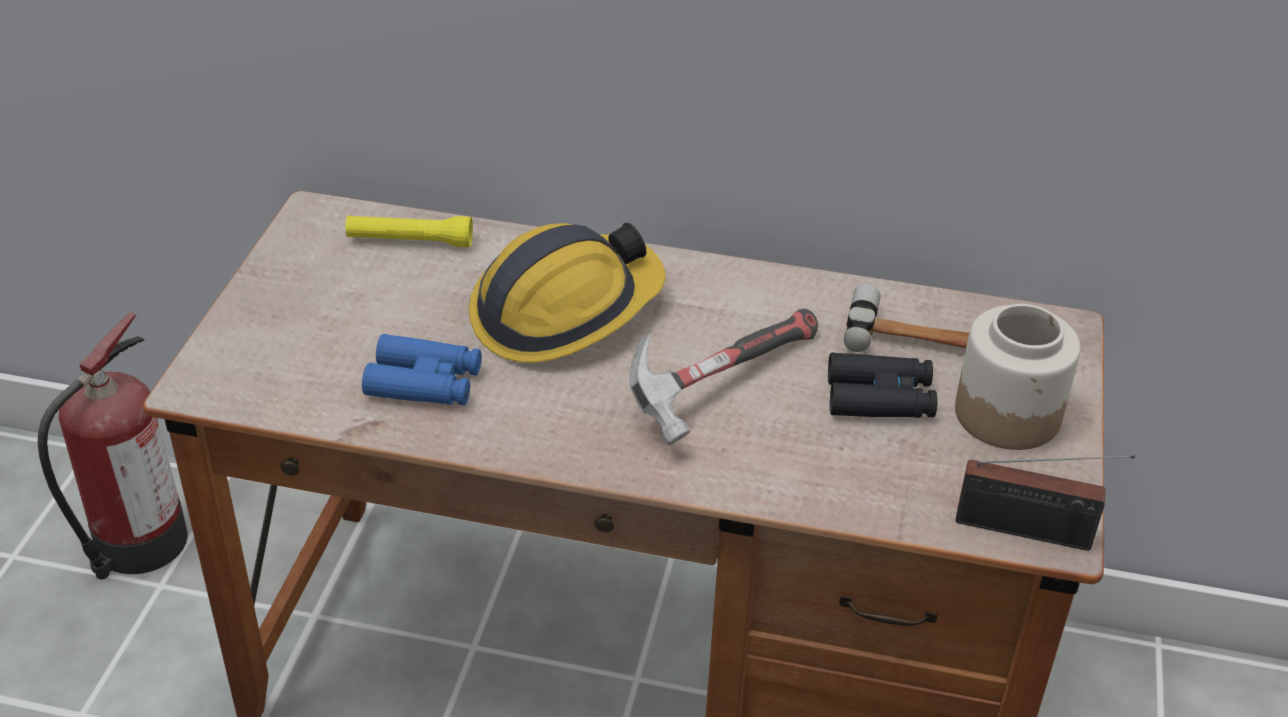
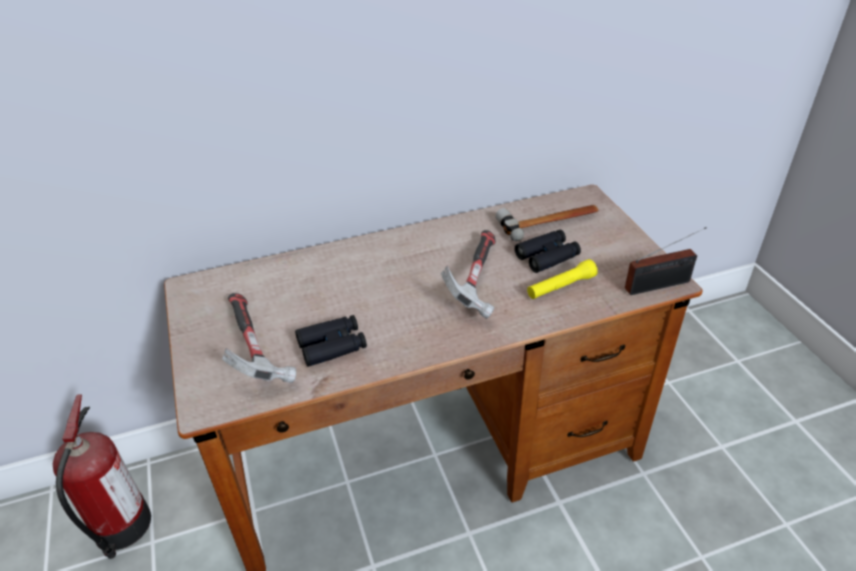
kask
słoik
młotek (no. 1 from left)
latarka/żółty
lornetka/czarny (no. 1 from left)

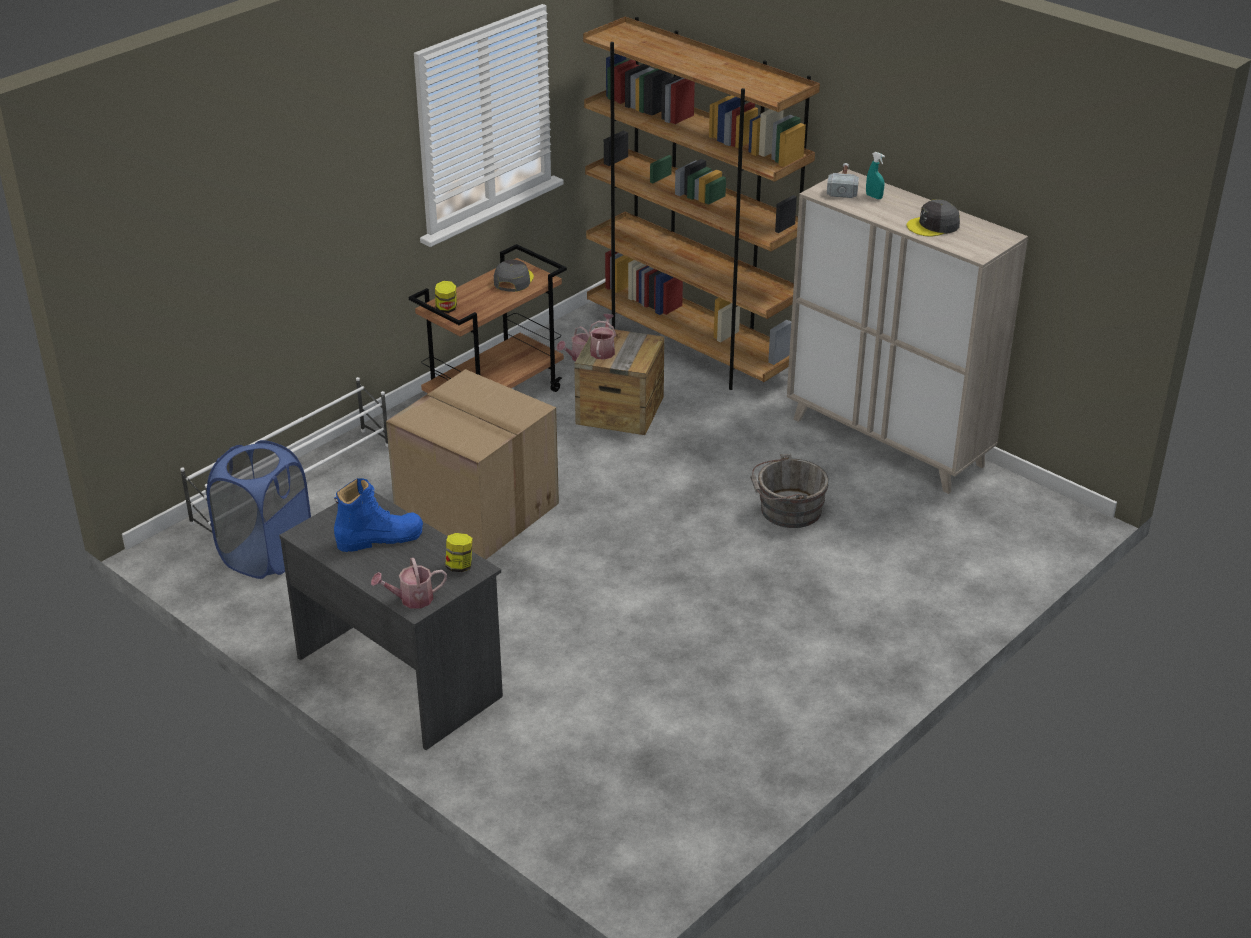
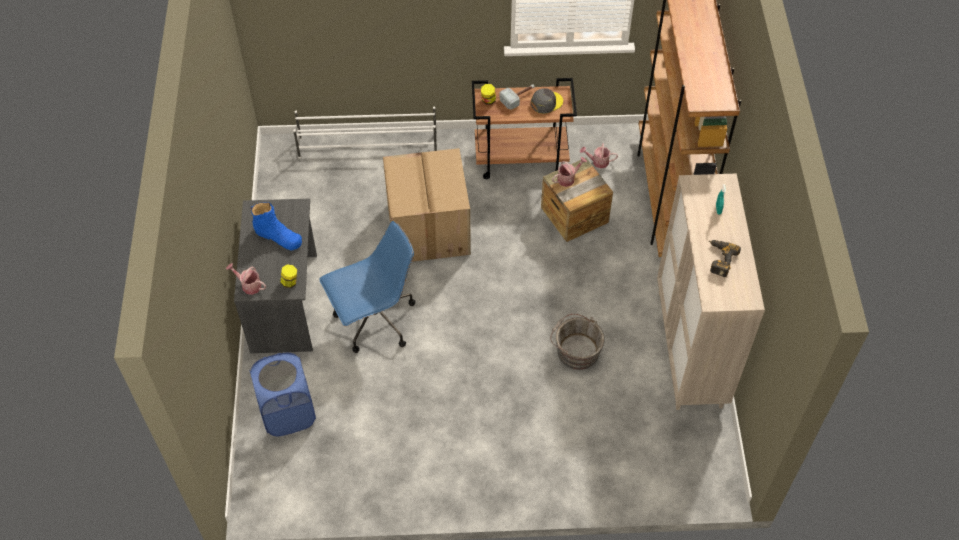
krzesło biurowe/niebieski
kosz na pranie/niebieski
młotek
wiertarka

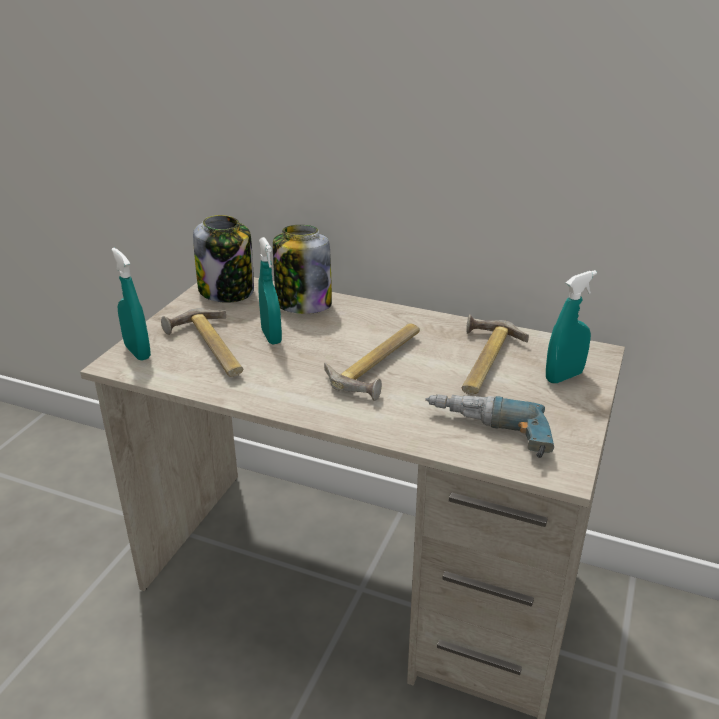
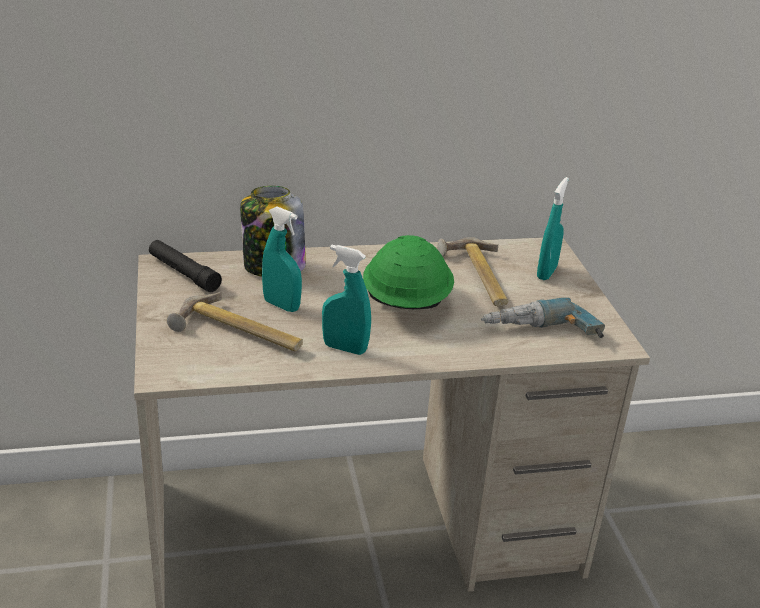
spryskiwacz/turkusowy (no. 2 from left)
latarka/czarny
kask/zielony

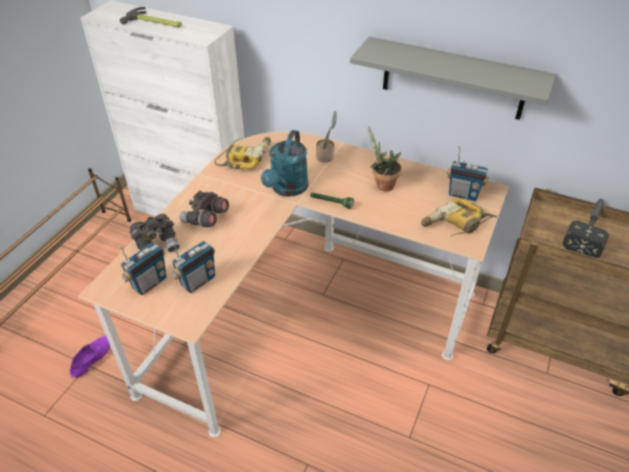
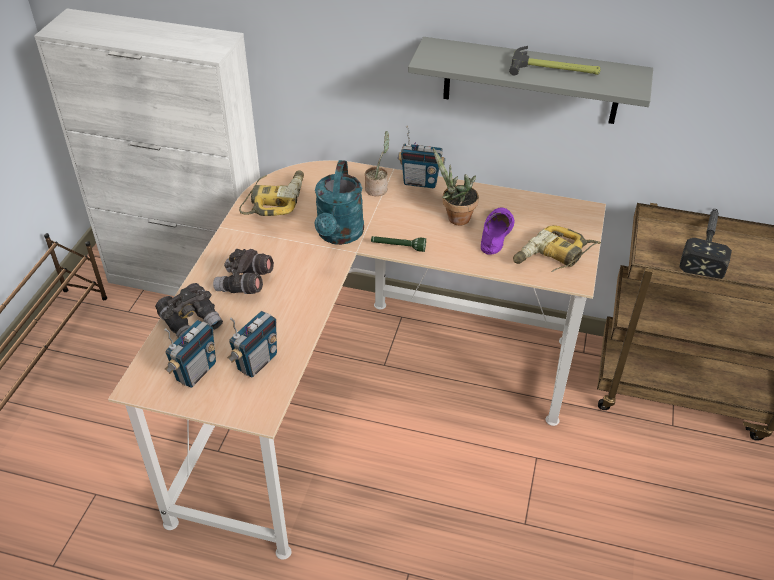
but/fioletowy
młotek (no. 1 from left)
radio (no. 3 from left)

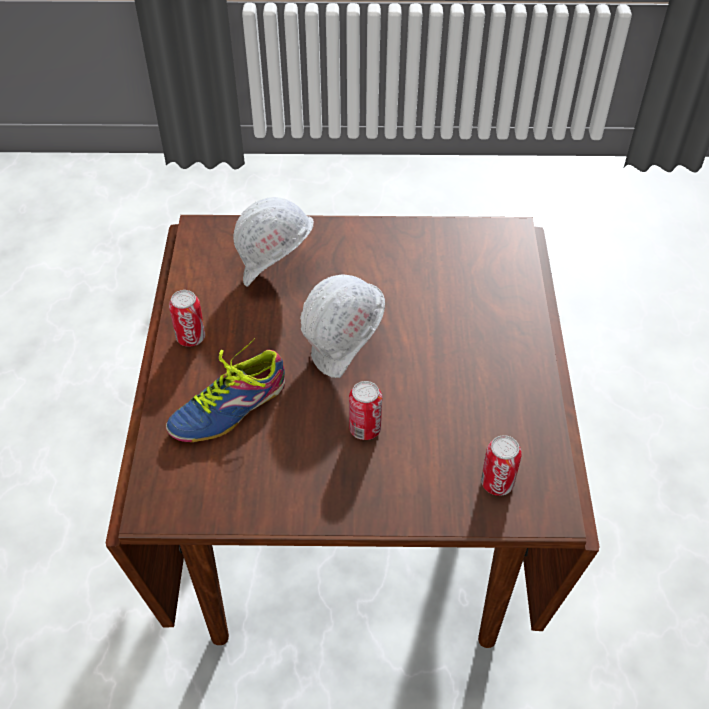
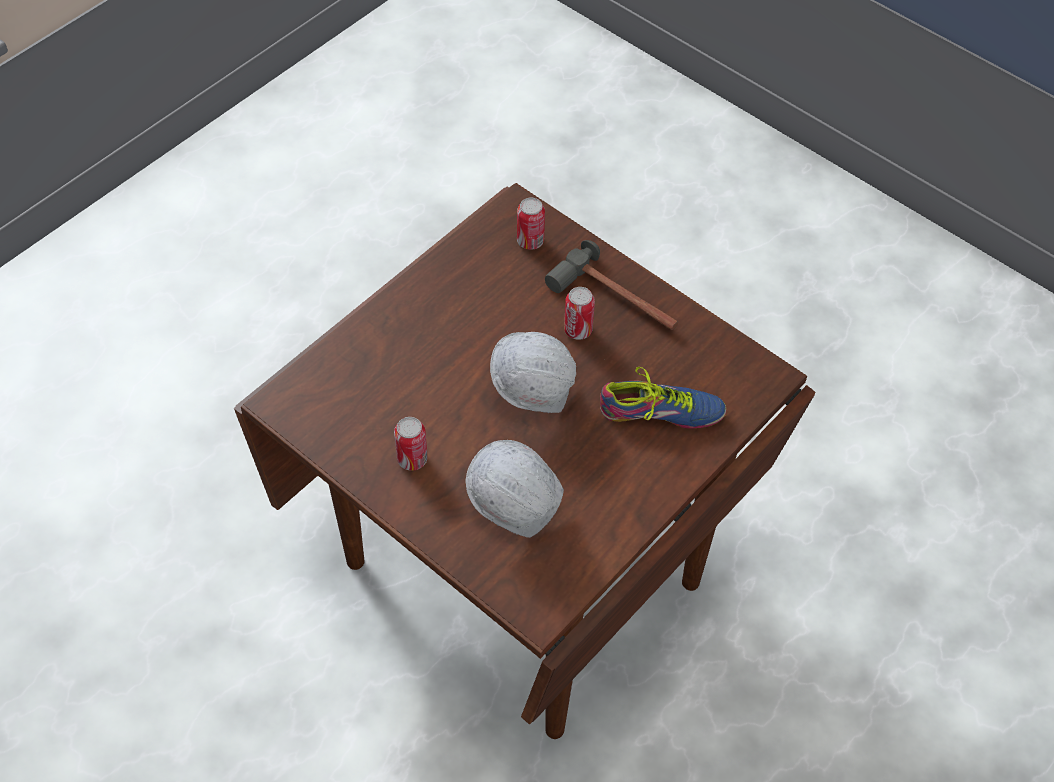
młotek
puszka (no. 1 from left)

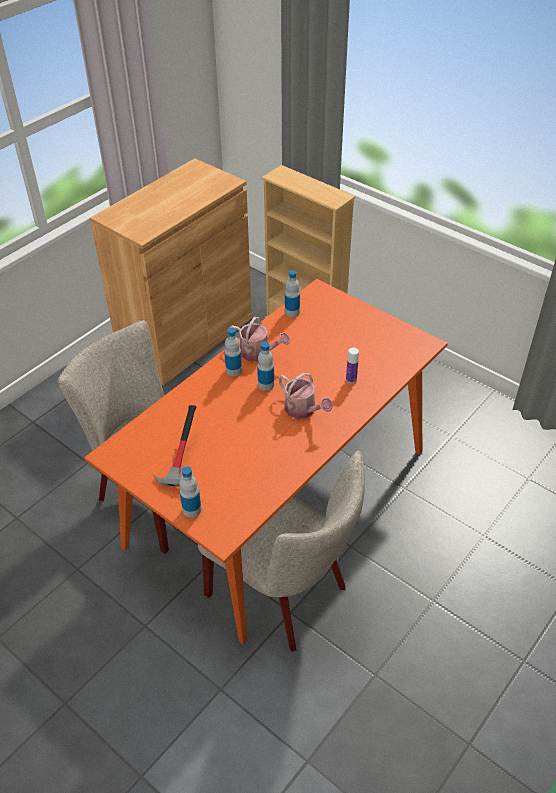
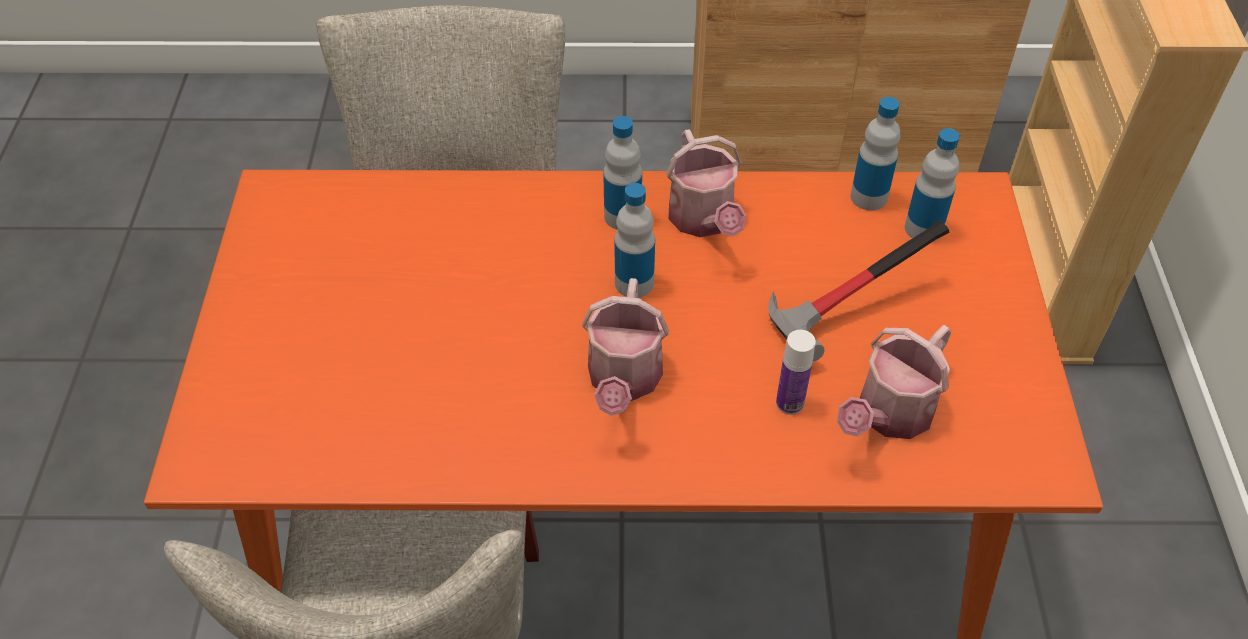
konewka (no. 3 from left)
młotek
butelka (no. 5 from left)

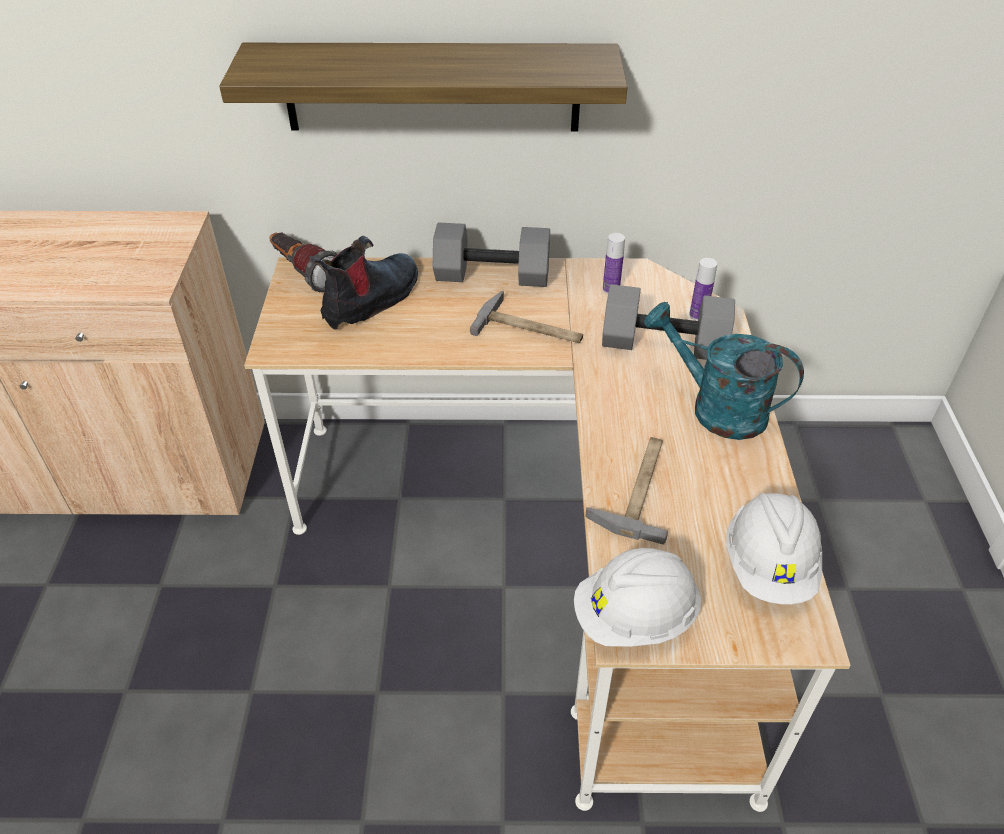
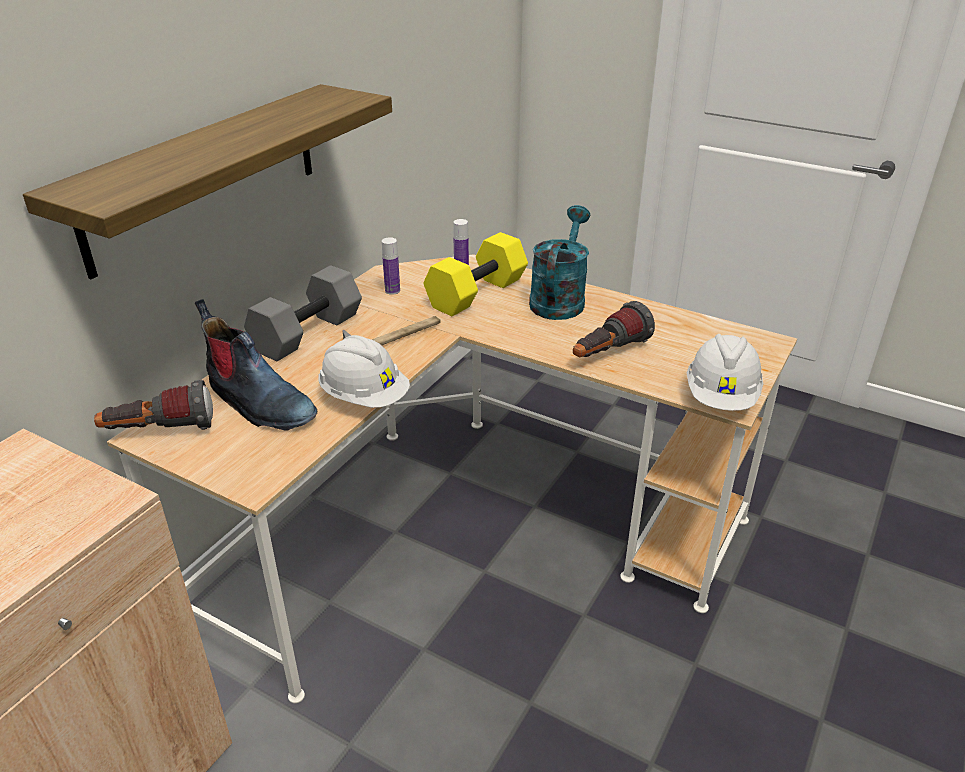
kask/biały (no. 1 from left)
latarka (no. 2 from left)
hantel/żółty
but z cholewką
konewka/turkusowy

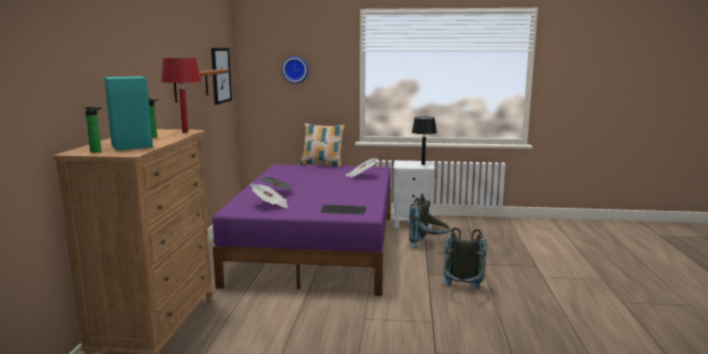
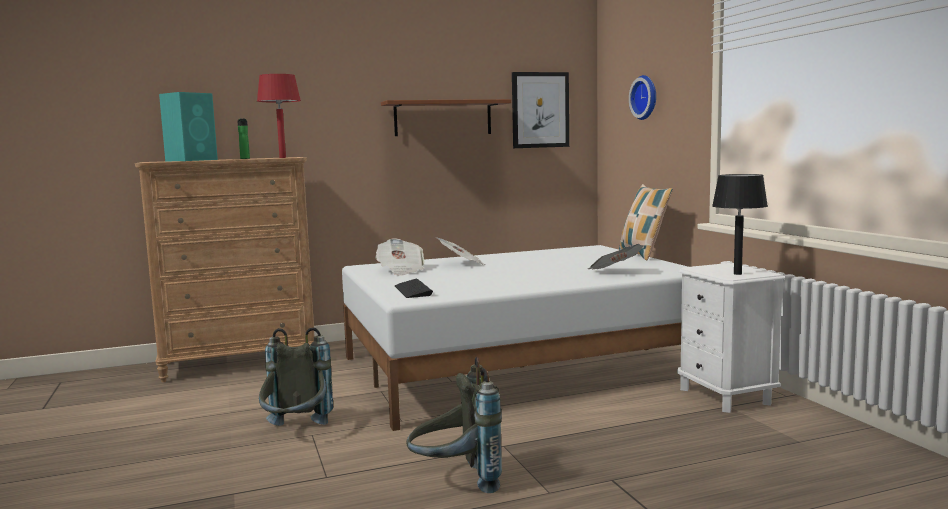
butelka (no. 1 from left in the first image)
plecak/szary (no. 1 from left)
łóżko/biały

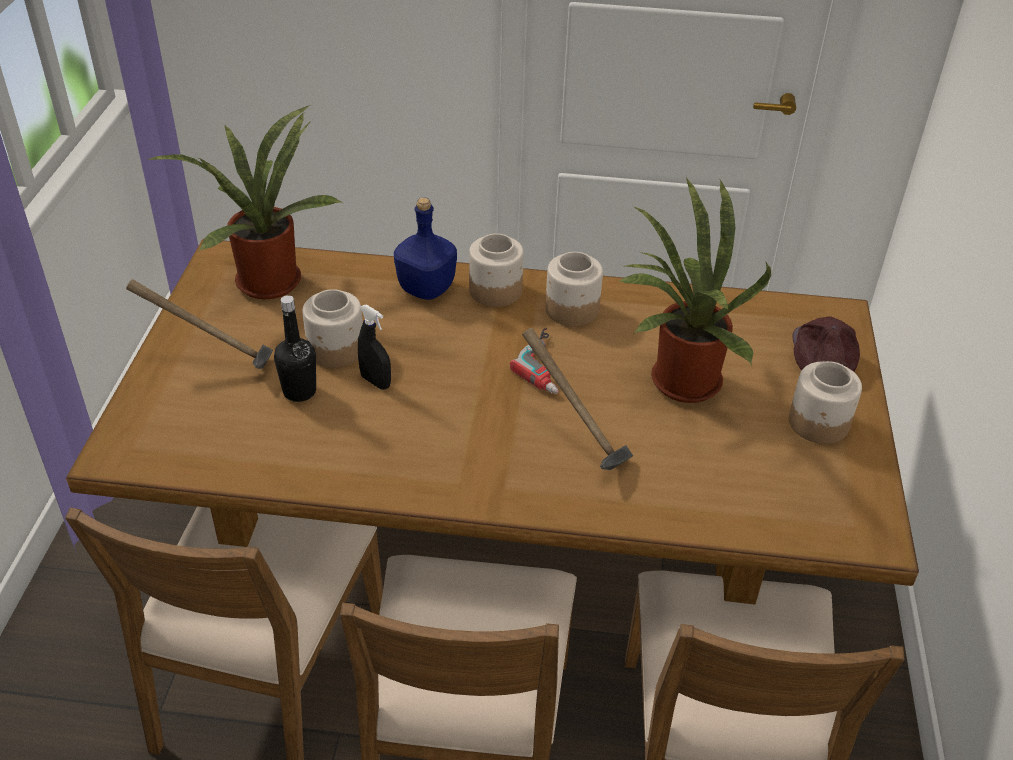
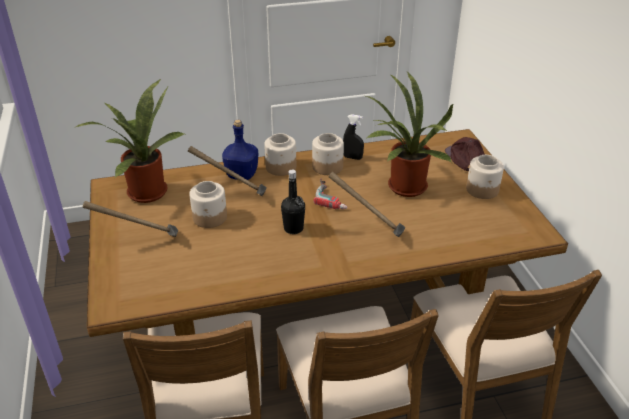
młotek (no. 2 from left)
butelka/czarny
spryskiwacz/czarny

